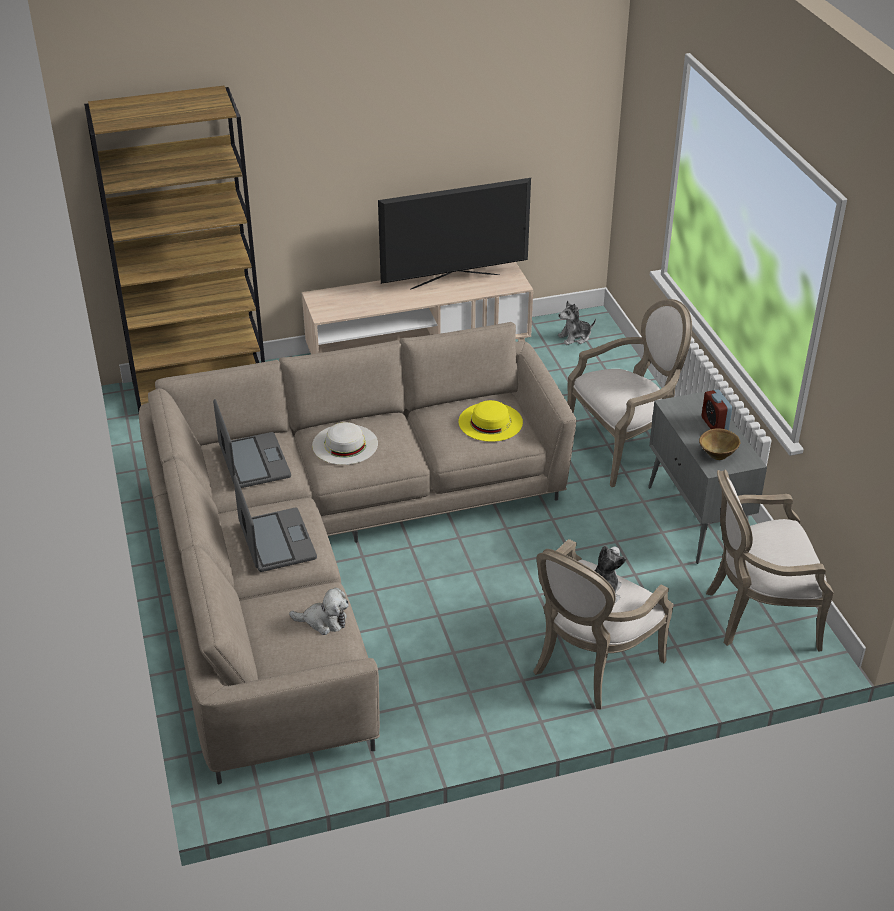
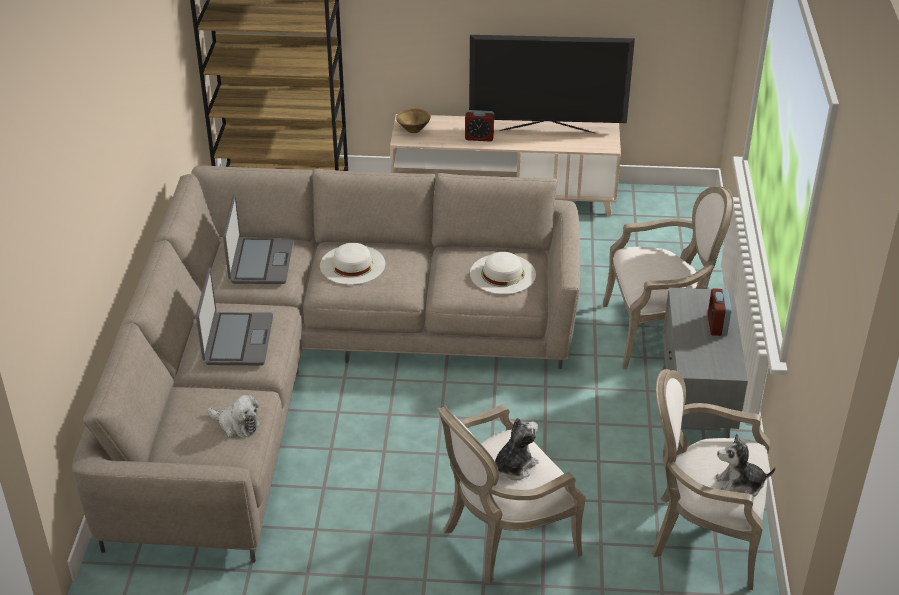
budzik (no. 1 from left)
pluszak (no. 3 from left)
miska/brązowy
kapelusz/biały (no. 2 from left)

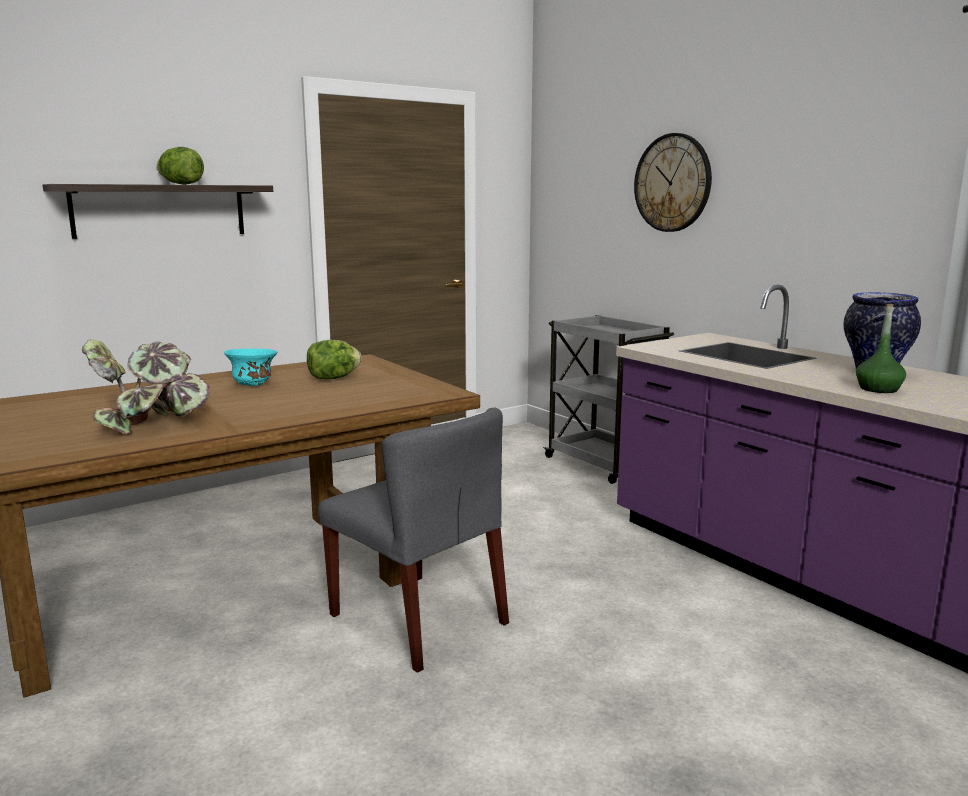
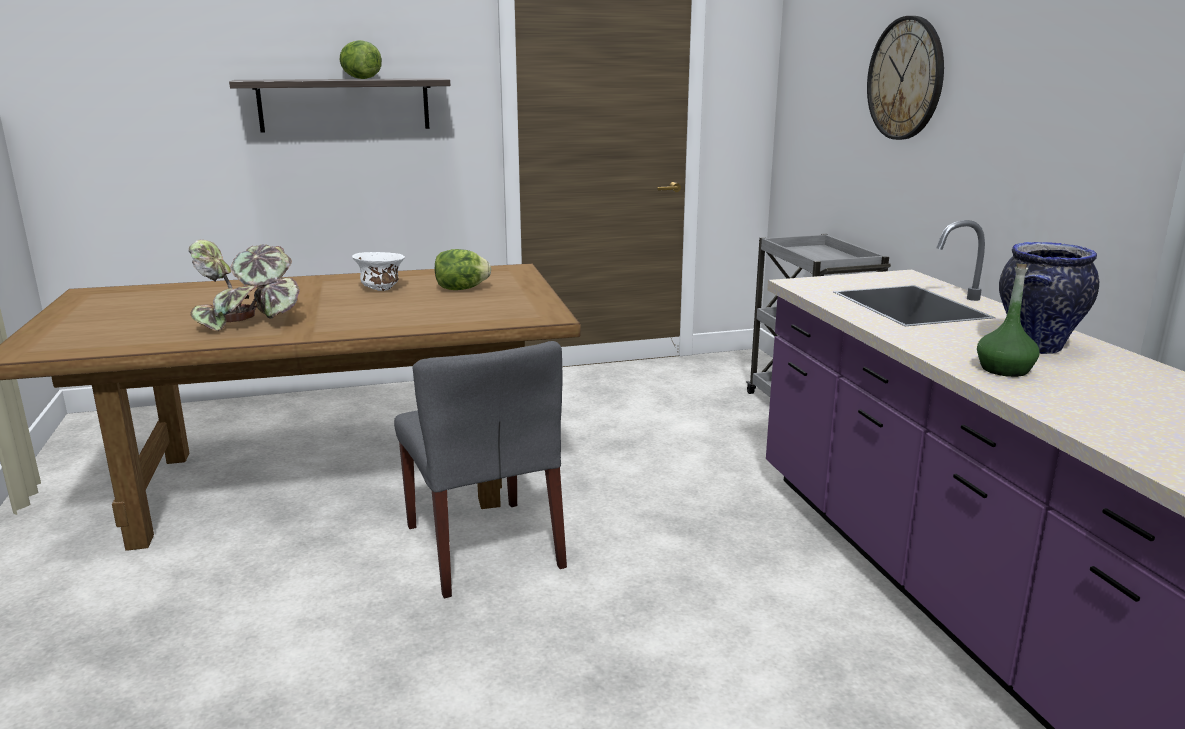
miska/biały

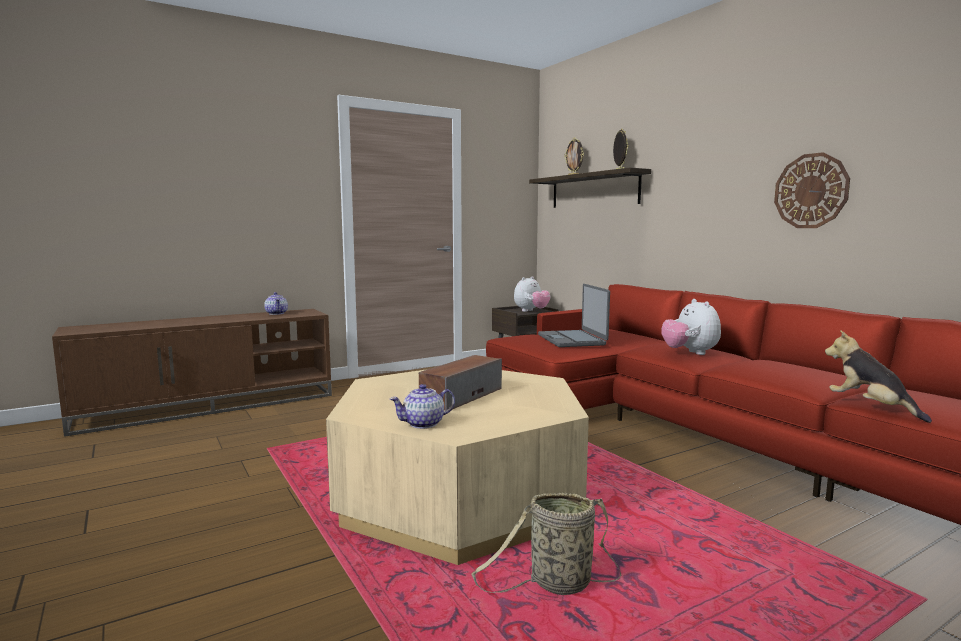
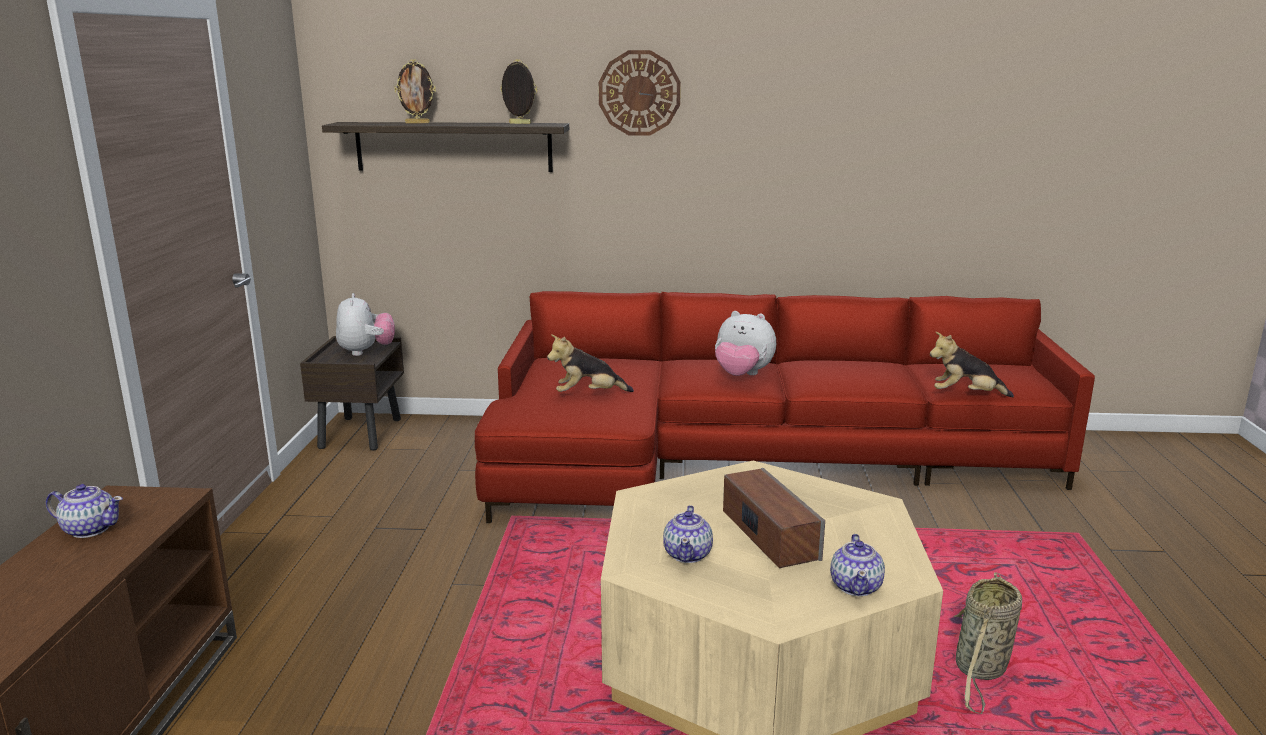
imbryk (no. 2 from left)
zegar ścienny
pluszak (no. 2 from left)

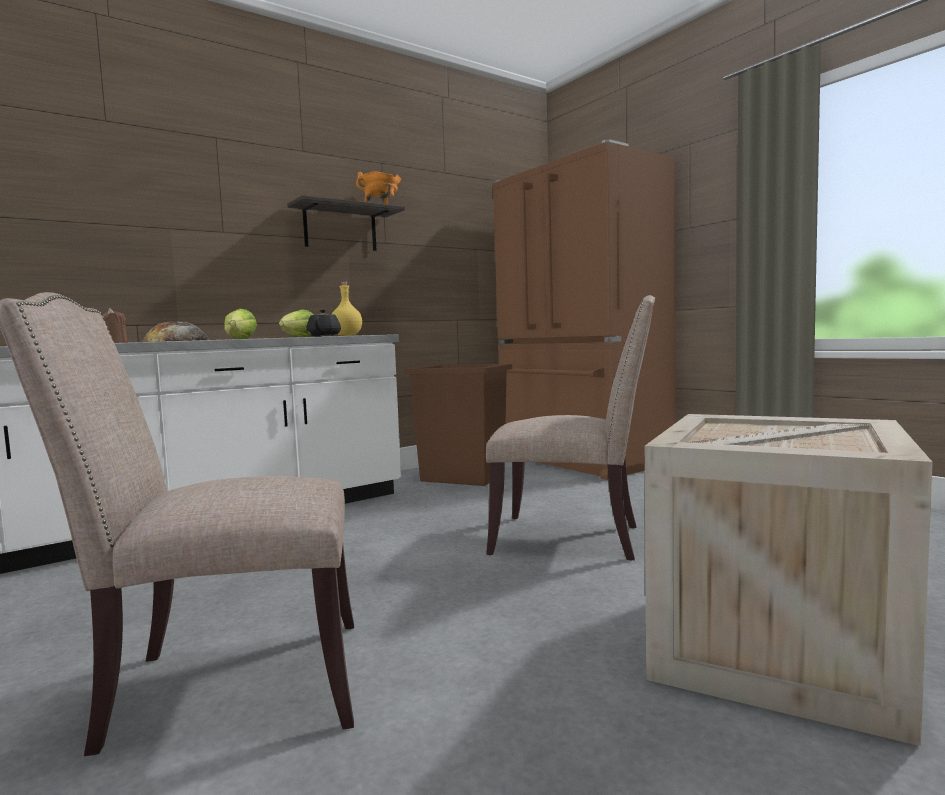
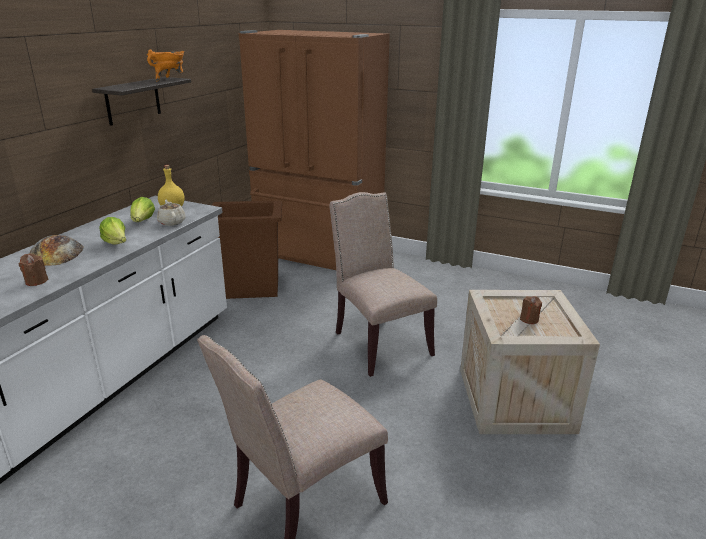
świeca/brązowy (no. 2 from left)
imbryk/beżowy
krzesło/beżowy (no. 2 from left)

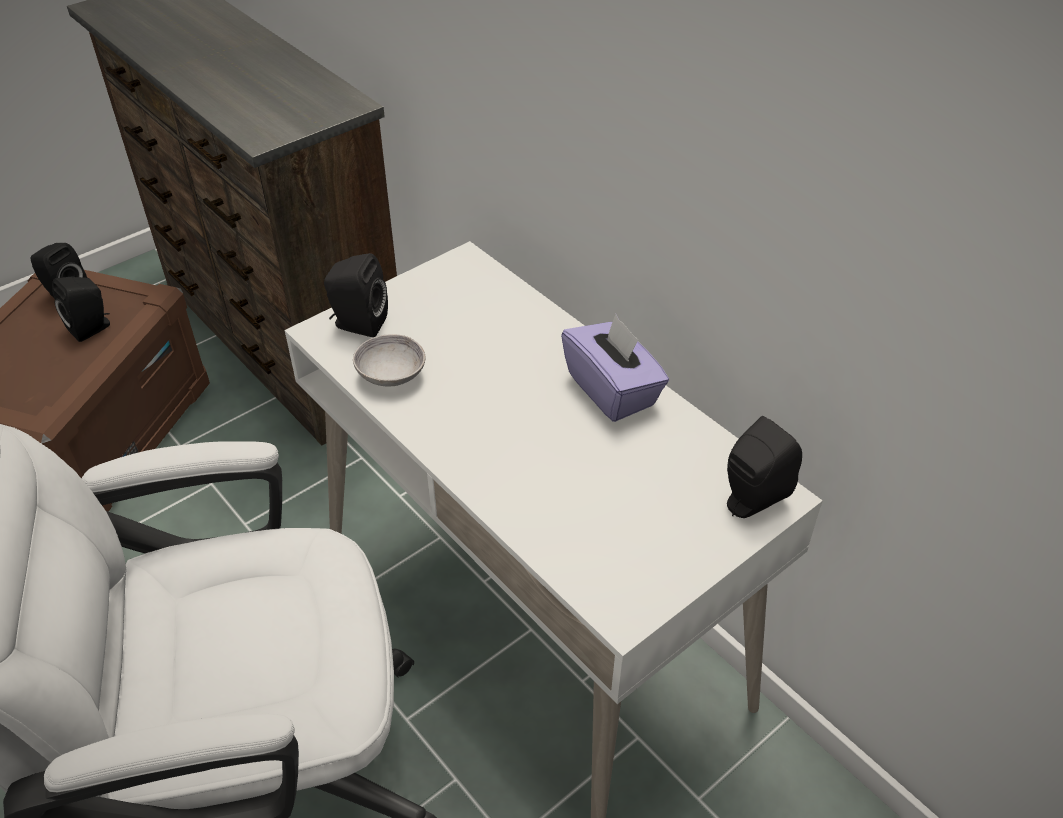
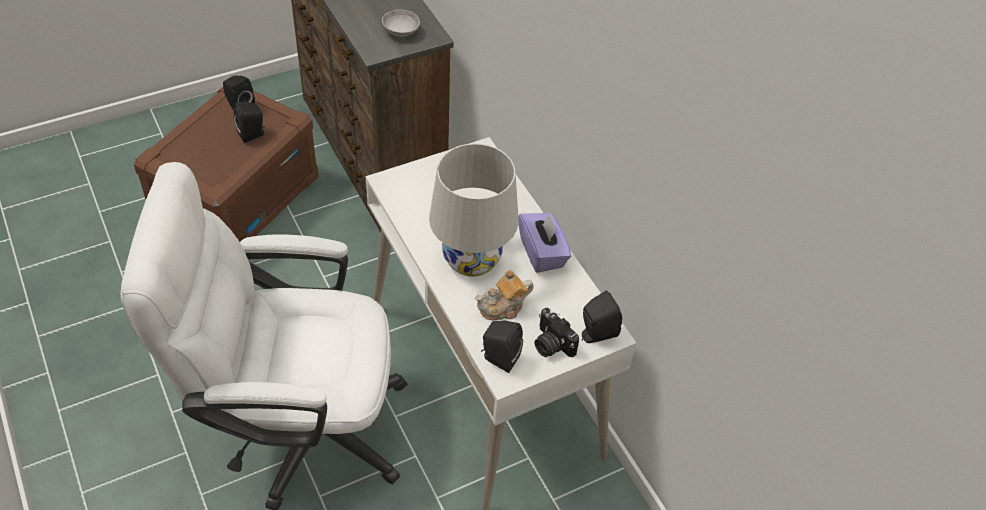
lampa stołowa/biały
imbryk
aparat fotograficzny
głośnik/czarny (no. 3 from left)
miska/szary

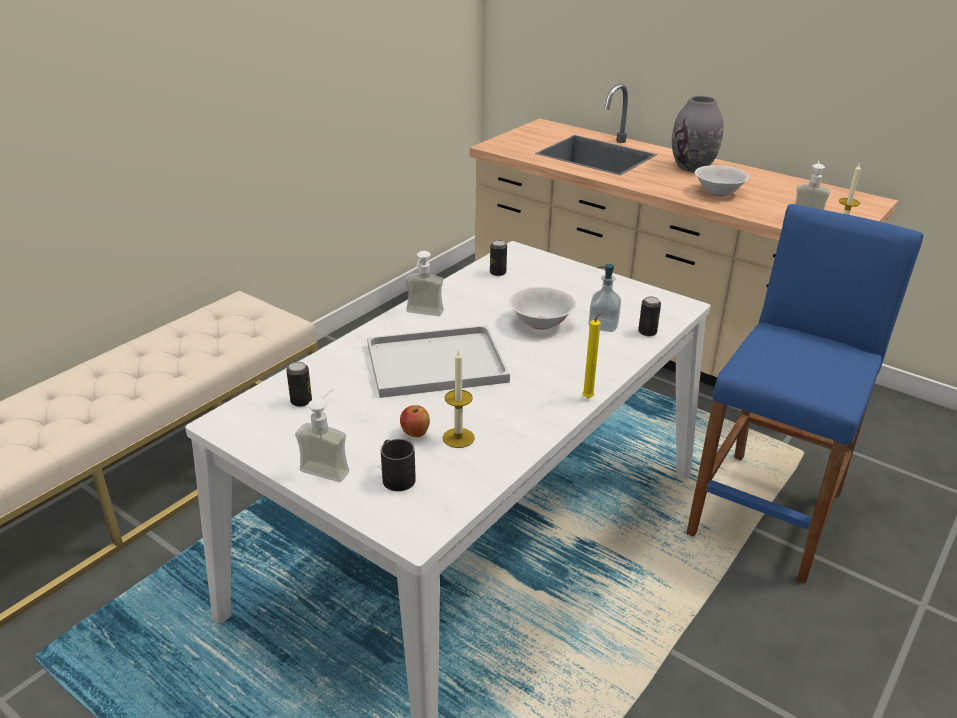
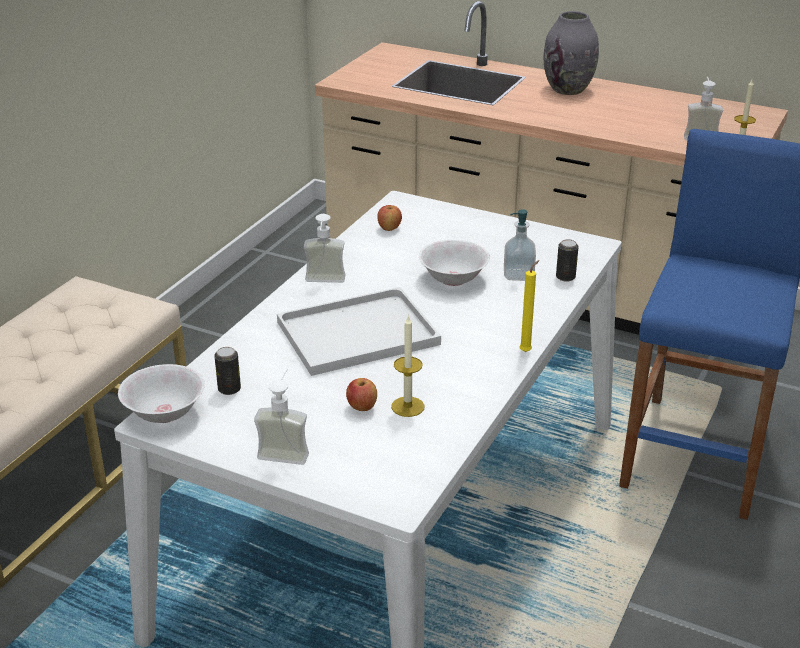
kubek/czarny
miska/biały (no. 1 from left)
jabłko (no. 2 from left)

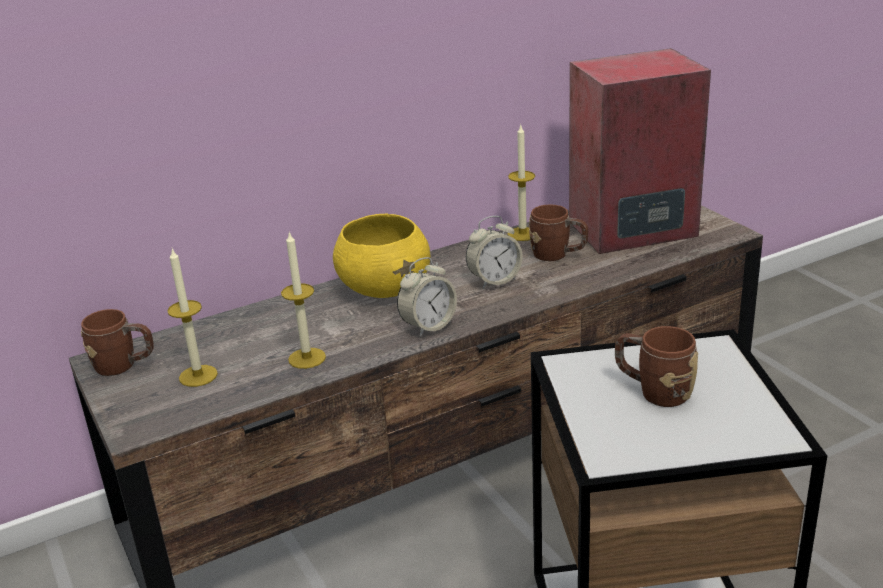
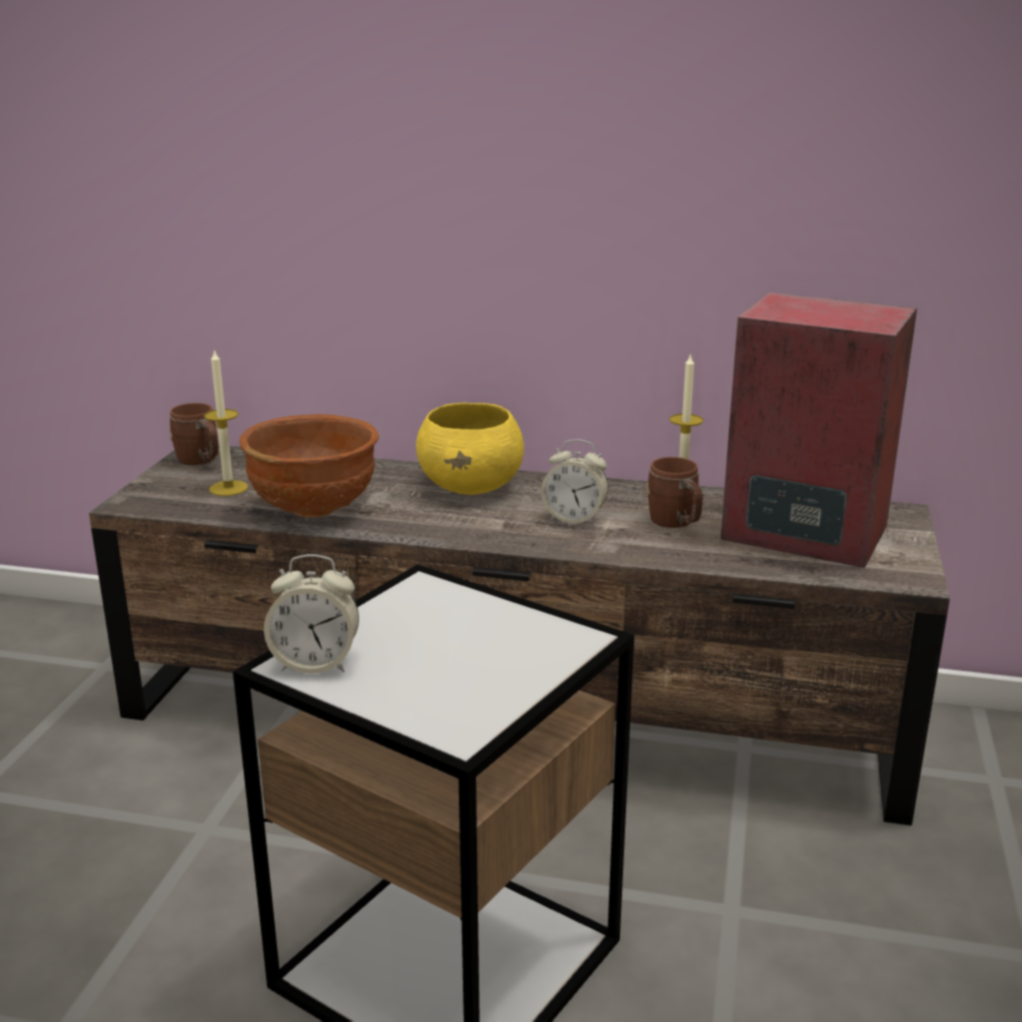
kubek/brązowy (no. 3 from left in the first image)
budzik (no. 1 from left)
miska/brązowy

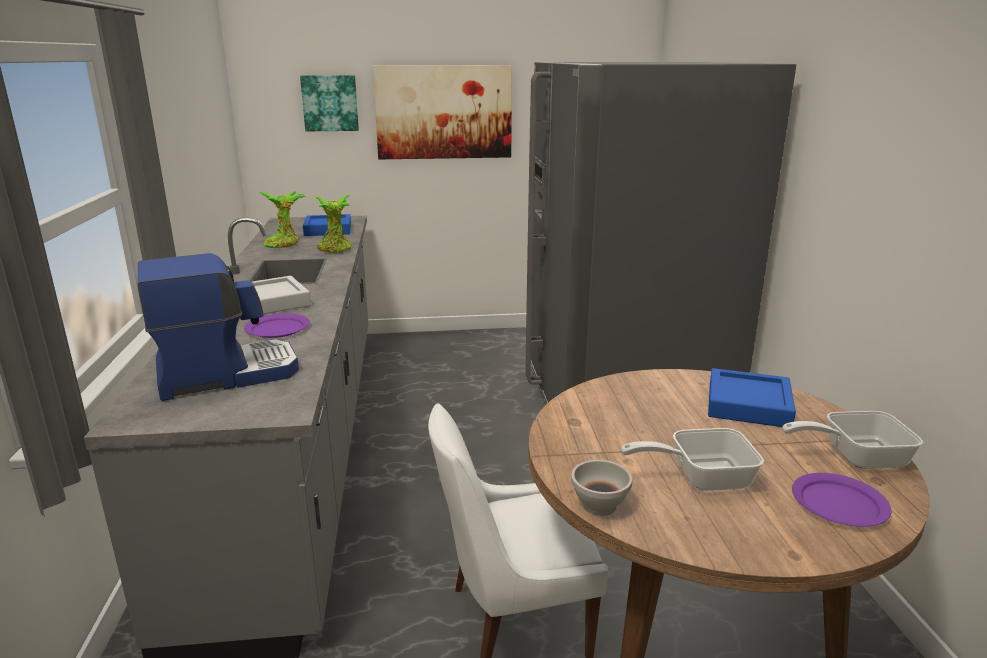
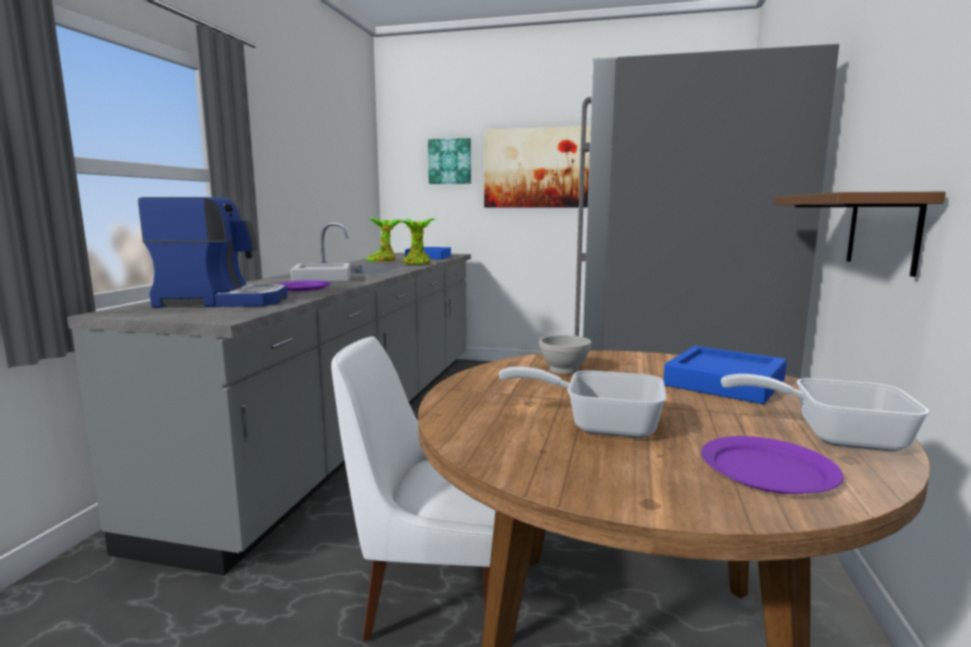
półka/brązowy
miska/biały

